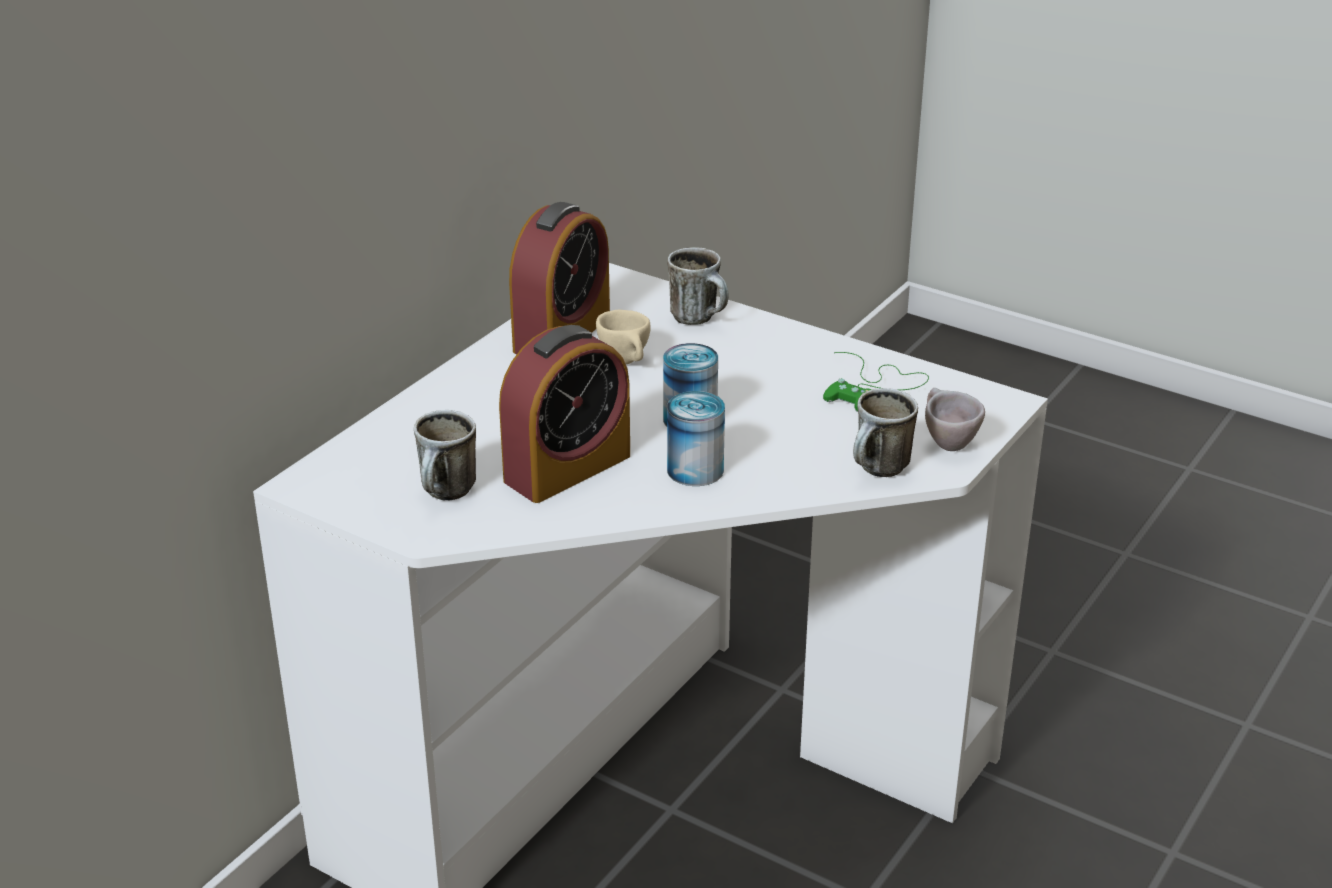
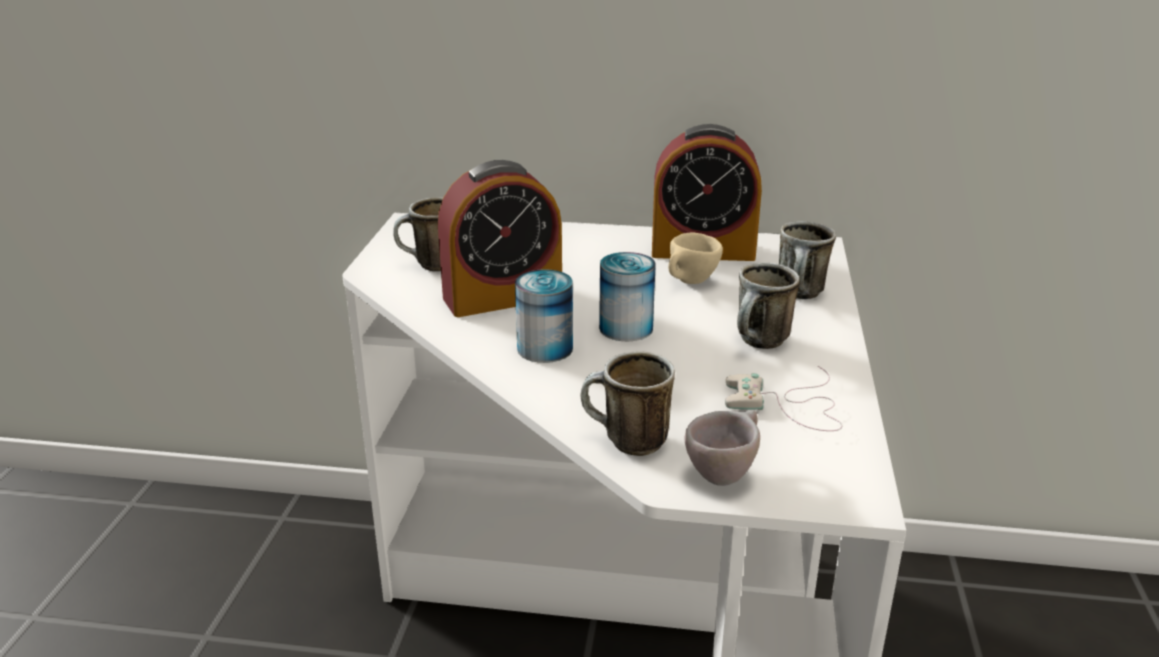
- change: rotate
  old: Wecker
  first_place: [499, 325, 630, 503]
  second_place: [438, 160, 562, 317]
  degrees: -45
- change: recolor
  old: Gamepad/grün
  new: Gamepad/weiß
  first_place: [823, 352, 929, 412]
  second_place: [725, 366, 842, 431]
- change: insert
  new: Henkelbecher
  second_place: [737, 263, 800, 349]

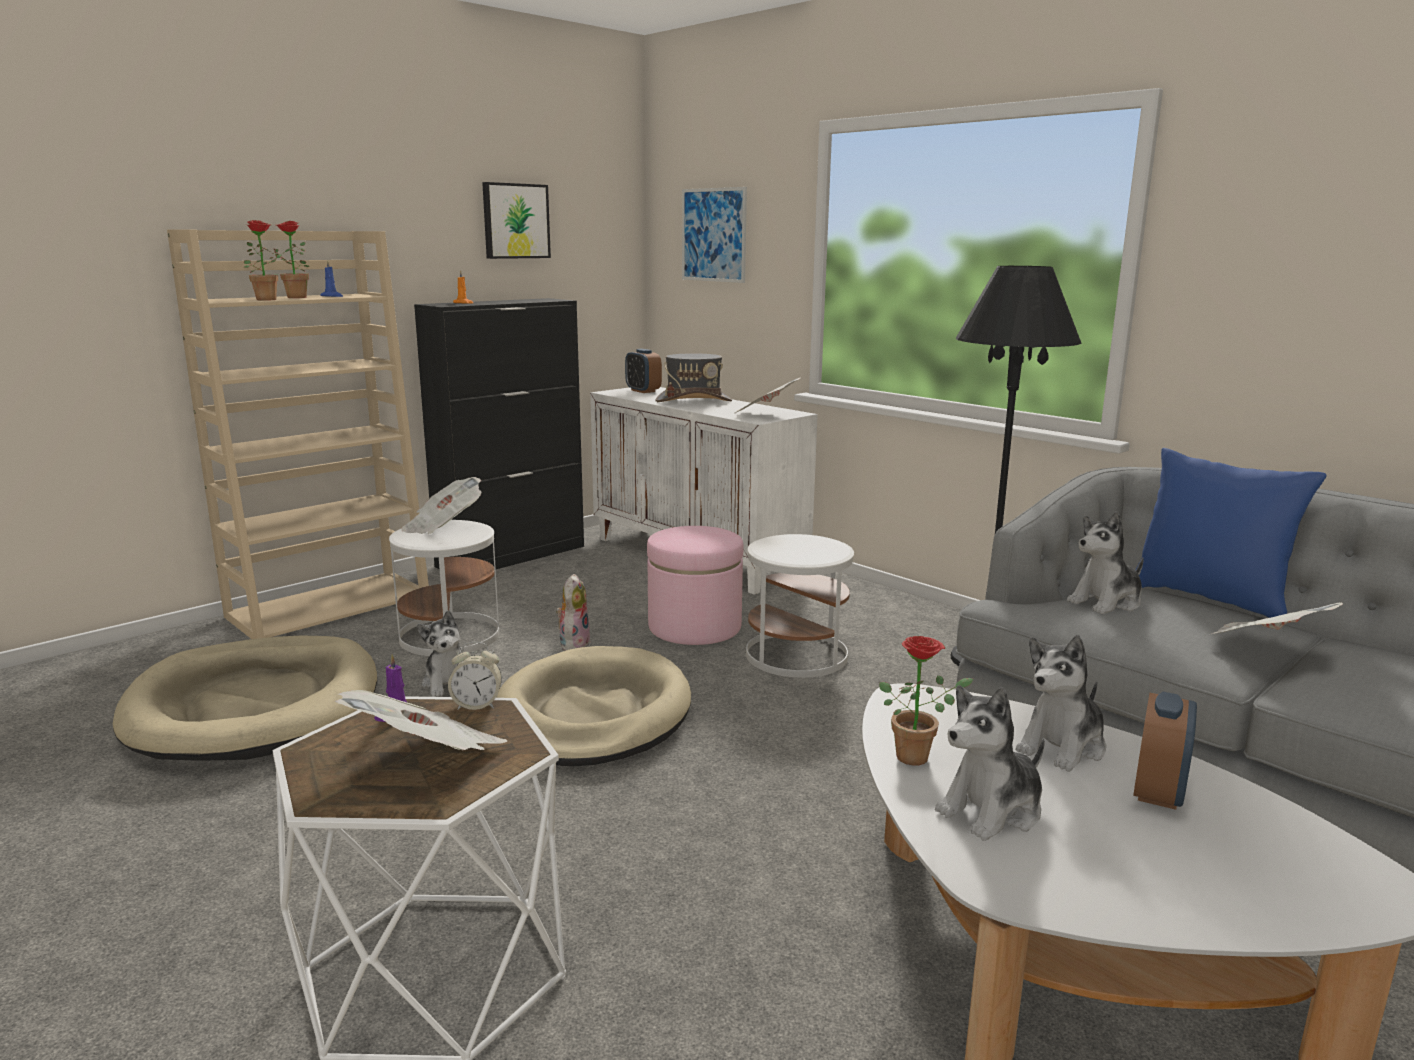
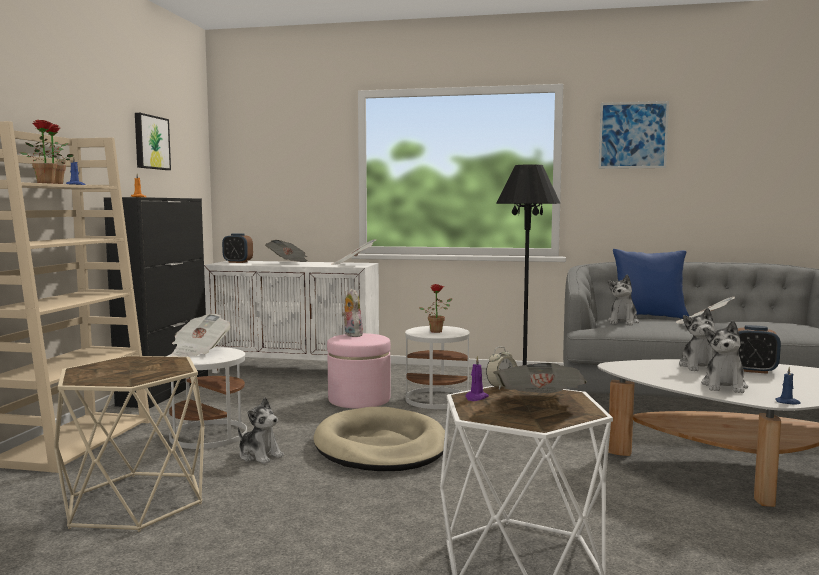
- change: replace
  old: Hundebett/beige
  new: Beistelltisch/beige
  first_place: [113, 635, 377, 761]
  second_place: [54, 356, 204, 532]
- change: replace
  old: Hut/grau
  new: Zeitung
  first_place: [655, 353, 732, 402]
  second_place: [265, 240, 308, 262]
- change: move
  old: Plüschtier
  first_place: [556, 574, 591, 651]
  second_place: [342, 289, 363, 337]
- change: move
  old: Topfpflanze
  first_place: [879, 636, 973, 765]
  second_place: [419, 284, 452, 333]
- change: move
  old: Bild
  first_place: [682, 187, 747, 283]
  second_place: [598, 101, 669, 169]
- change: rotate
  old: Wecker
  first_place: [1133, 692, 1197, 810]
  second_place: [738, 325, 781, 374]
  degrees: 120
- change: insert
  new: Kerze/blau
  second_place: [775, 366, 801, 404]

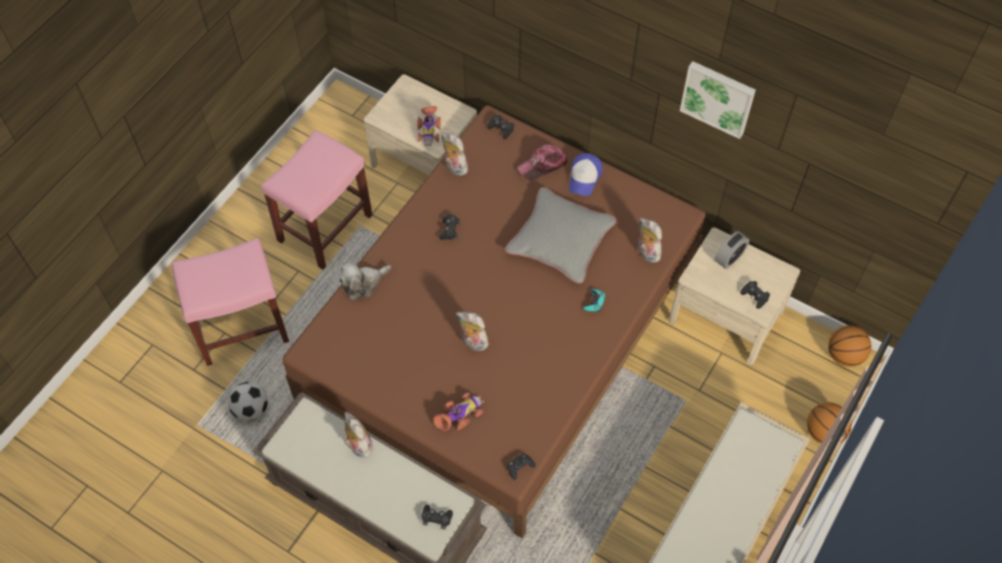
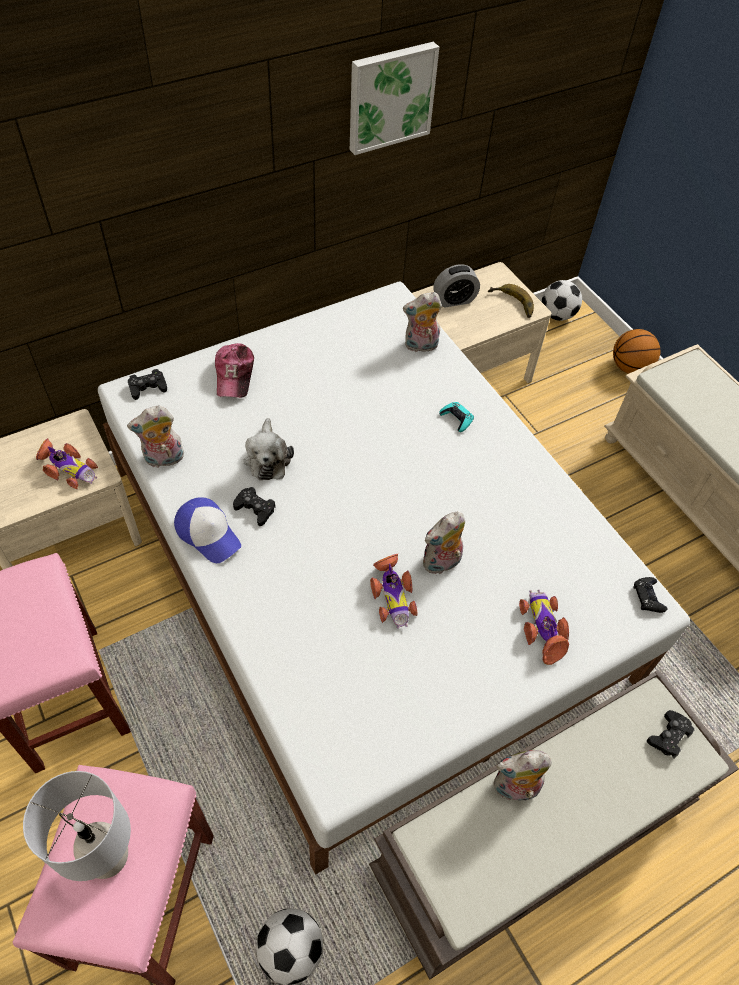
- change: insert
  new: Tischlampe/grau
  second_place: [23, 771, 131, 881]
- change: recolor
  old: Bett/braun
  new: Bett/weiß
  first_place: [283, 105, 706, 538]
  second_place: [98, 282, 690, 875]
- change: move
  old: Kappe
  first_place: [569, 153, 603, 196]
  second_place: [174, 497, 241, 563]
- change: move
  old: Plüschtier
  first_place: [339, 262, 391, 300]
  second_place: [243, 418, 294, 480]
- change: insert
  new: Spielzeugauto
  second_place: [370, 554, 417, 629]
- change: rotate
  old: Wecker
  first_place: [715, 231, 750, 269]
  second_place: [433, 264, 480, 308]
  degrees: 90
- change: replace
  old: Gamepad/schwarz
  new: Banane
  first_place: [740, 281, 770, 309]
  second_place: [488, 284, 534, 318]
- change: replace
  old: Basketball
  new: Fußball
  first_place: [828, 325, 871, 367]
  second_place: [542, 280, 582, 321]
- change: delete
  old: Kissen/grau
  first_place: [505, 187, 617, 284]

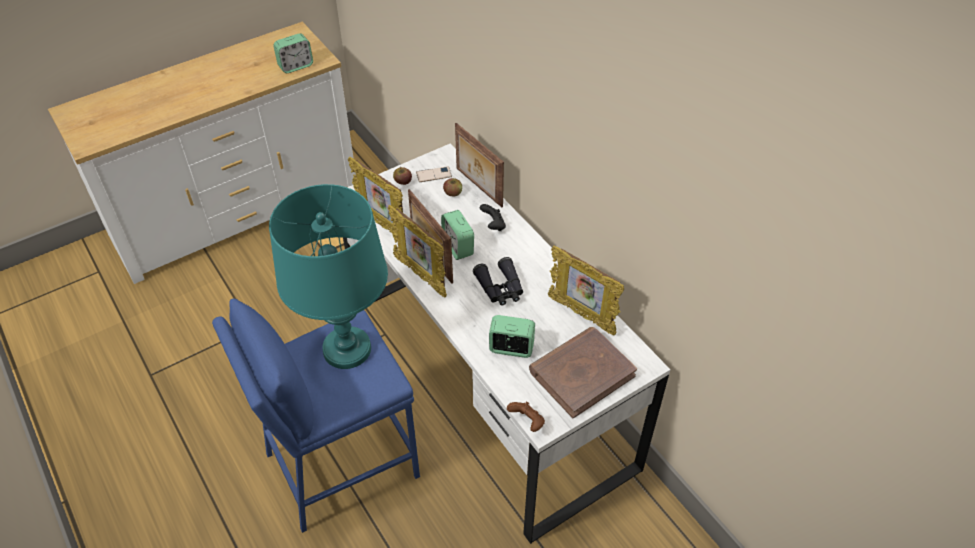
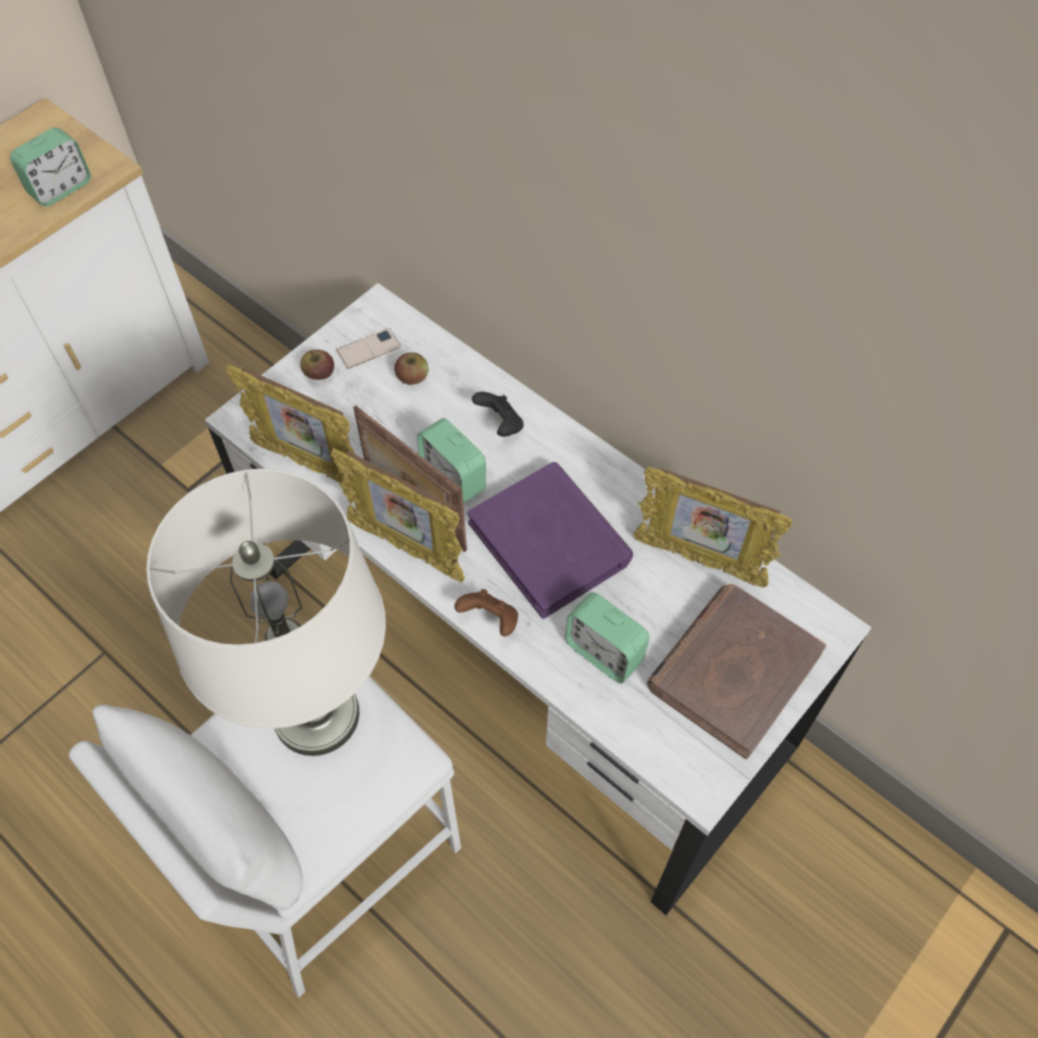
- change: recolor
  old: Hocker/blau
  new: Hocker/weiß
  first_place: [212, 299, 420, 533]
  second_place: [69, 676, 461, 998]
- change: recolor
  old: Tischlampe/türkis
  new: Tischlampe/weiß
  first_place: [269, 184, 388, 369]
  second_place: [146, 469, 386, 756]
- change: move
  old: Gamepad/braun
  first_place: [507, 402, 545, 432]
  second_place: [454, 589, 518, 636]
- change: replace
  old: Fernglas/schwarz
  new: Buch/lila
  first_place: [473, 257, 523, 306]
  second_place: [468, 462, 633, 619]
- change: rotate
  old: Wecker
  first_place: [489, 315, 535, 358]
  second_place: [565, 592, 649, 683]
  degrees: -135
- change: delete
  old: Bilderrahmen
  first_place: [455, 123, 504, 207]

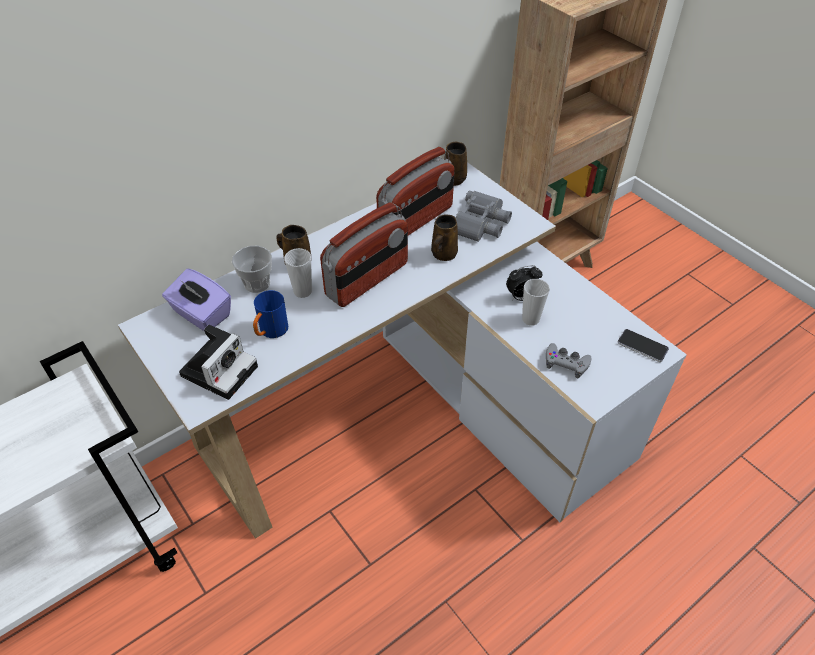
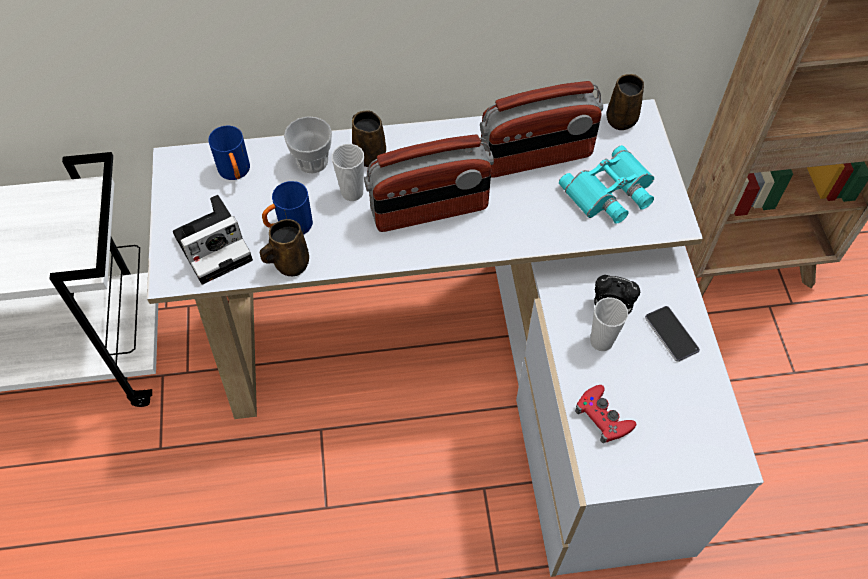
- change: replace
  old: Taschentuchbox/lila
  new: Henkelbecher/blau
  first_place: [162, 269, 231, 331]
  second_place: [208, 126, 250, 180]
- change: move
  old: Henkelbecher/braun
  first_place: [431, 214, 458, 261]
  second_place: [260, 219, 309, 277]
- change: recolor
  old: Fernglas/grau
  new: Fernglas/türkis
  first_place: [456, 191, 512, 242]
  second_place: [559, 145, 654, 224]
- change: recolor
  old: Gamepad/grau
  new: Gamepad/rot
  first_place: [546, 343, 591, 378]
  second_place: [575, 385, 636, 443]
- change: move
  old: Handy
  first_place: [617, 329, 669, 362]
  second_place: [645, 306, 700, 362]

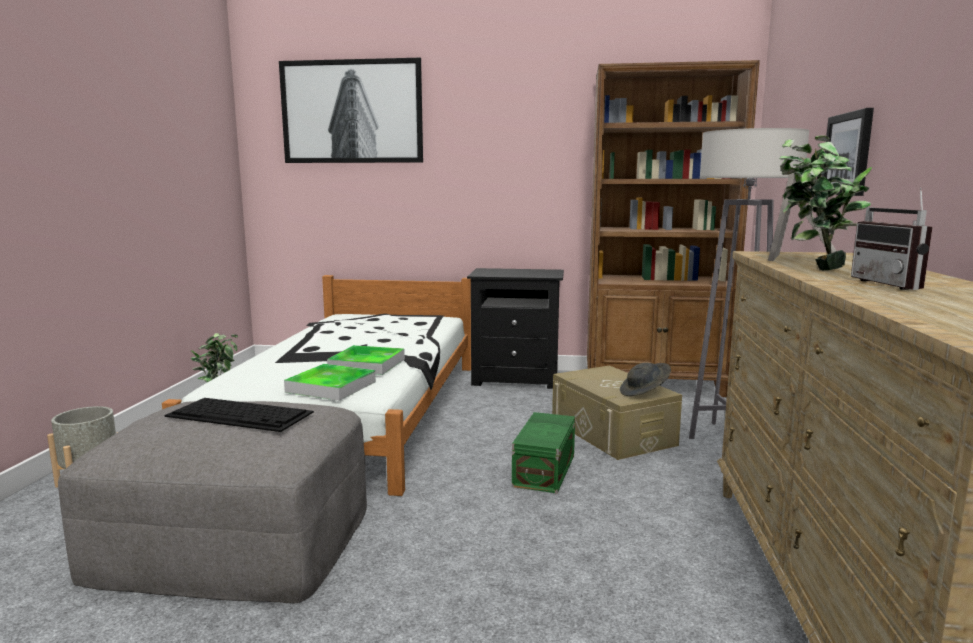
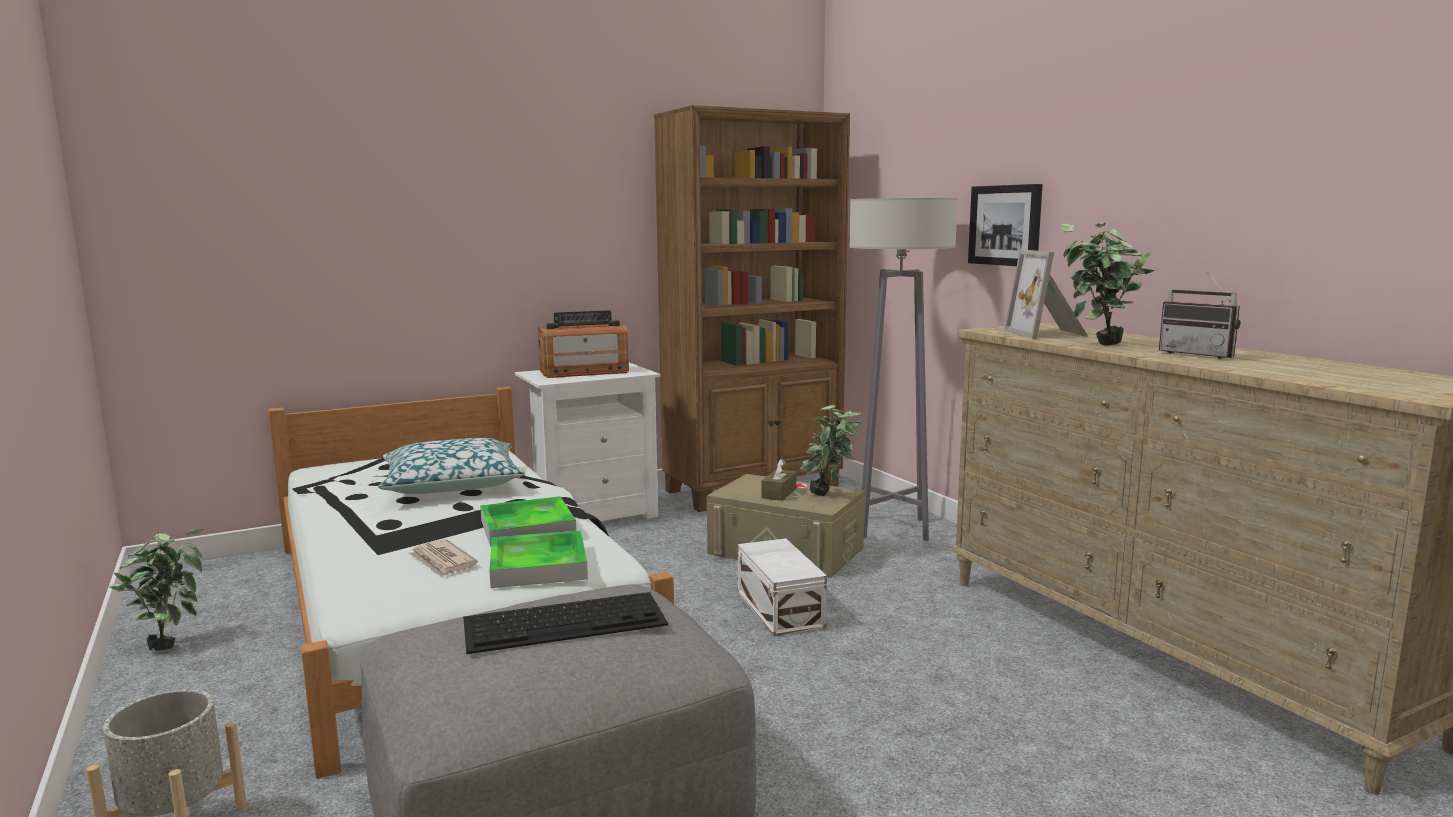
- change: insert
  new: Kissen
  second_place: [378, 438, 525, 494]
- change: insert
  new: Zeitung
  second_place: [408, 539, 478, 578]
- change: recolor
  old: Nachttisch/schwarz
  new: Nachttisch/weiß
  first_place: [467, 268, 564, 389]
  second_place: [515, 362, 661, 521]
- change: insert
  new: Radio
  second_place: [538, 310, 629, 378]
- change: recolor
  old: Aufbewahrungsbox/grün
  new: Aufbewahrungsbox/weiß
  first_place: [512, 412, 575, 493]
  second_place: [738, 538, 827, 636]
- change: insert
  new: Taschentuchbox/braun
  second_place: [761, 459, 797, 501]
- change: replace
  old: Hut/grau
  new: Topfpflanze
  first_place: [620, 363, 671, 396]
  second_place: [800, 405, 862, 496]
- change: delete
  old: Bild
  first_place: [279, 58, 423, 163]

